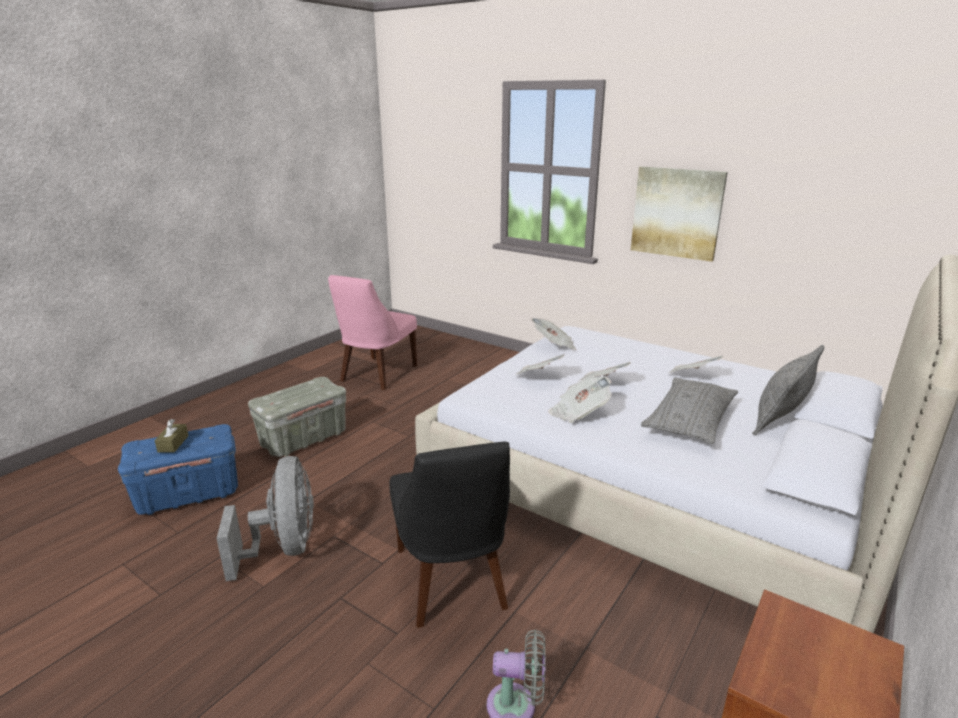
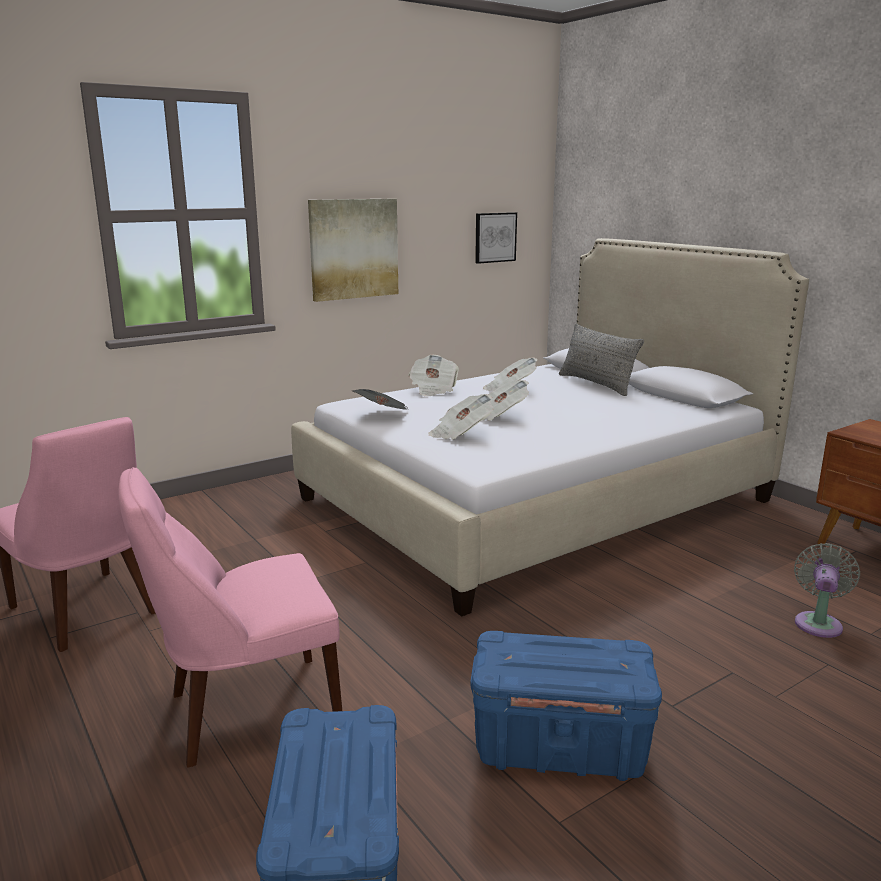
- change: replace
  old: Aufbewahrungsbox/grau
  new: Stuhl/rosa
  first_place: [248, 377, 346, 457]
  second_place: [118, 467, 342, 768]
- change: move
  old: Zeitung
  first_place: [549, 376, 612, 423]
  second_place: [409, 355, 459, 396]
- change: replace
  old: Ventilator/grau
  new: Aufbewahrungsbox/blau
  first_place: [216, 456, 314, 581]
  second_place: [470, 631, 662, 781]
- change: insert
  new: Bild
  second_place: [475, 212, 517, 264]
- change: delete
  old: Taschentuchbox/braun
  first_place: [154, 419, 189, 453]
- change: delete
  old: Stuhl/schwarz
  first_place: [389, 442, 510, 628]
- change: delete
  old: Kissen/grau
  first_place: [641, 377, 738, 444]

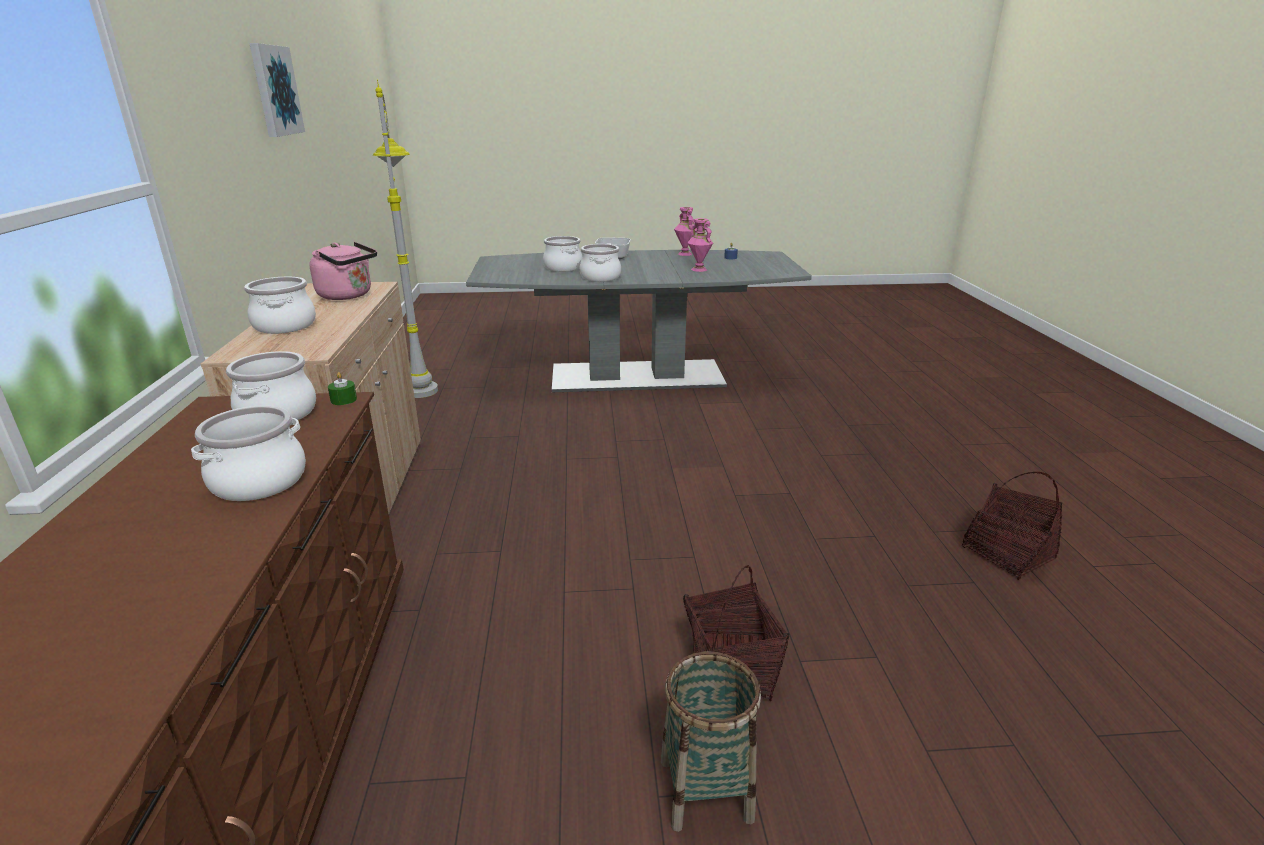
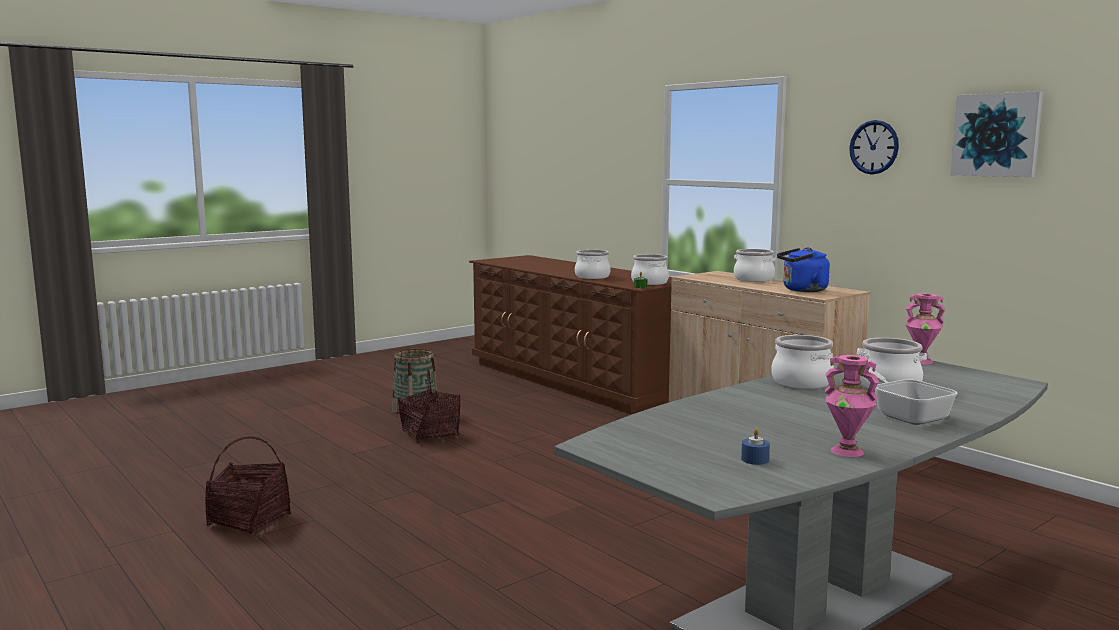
- change: recolor
  old: Wasserkessel/rosa
  new: Wasserkessel/blau
  first_place: [309, 242, 377, 300]
  second_place: [777, 247, 830, 292]
- change: insert
  new: Wanduhr
  second_place: [849, 120, 899, 174]
- change: move
  old: Vase/rosa
  first_place: [688, 218, 713, 272]
  second_place: [905, 293, 945, 364]
- change: delete
  old: Stehlampe/grau
  first_place: [373, 79, 438, 398]

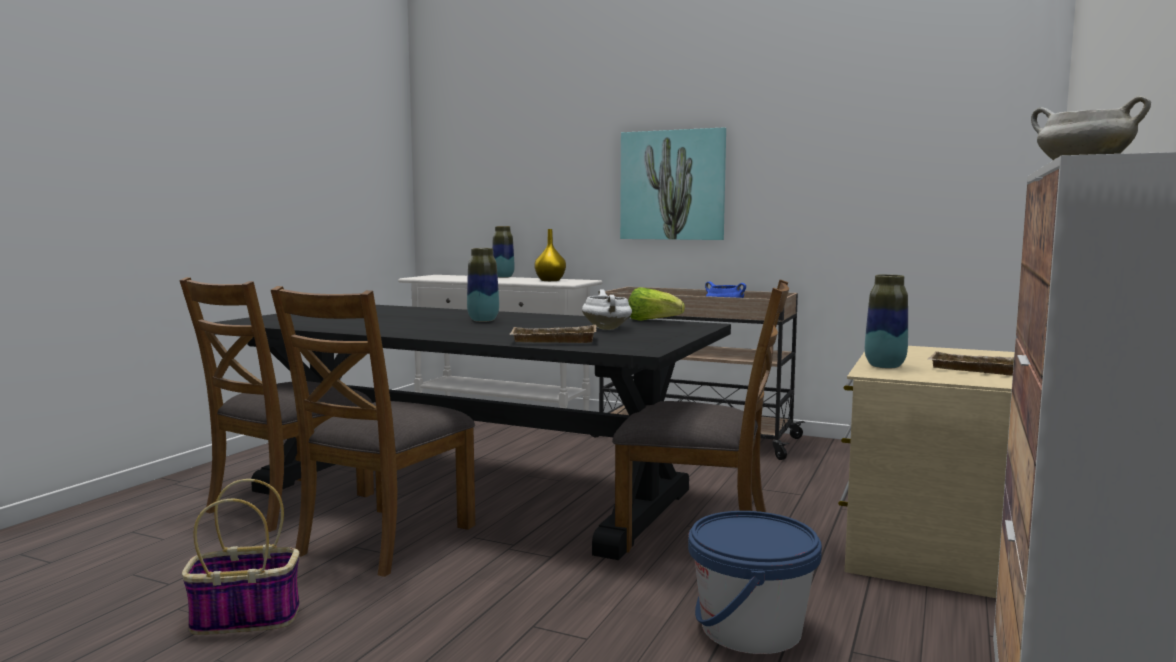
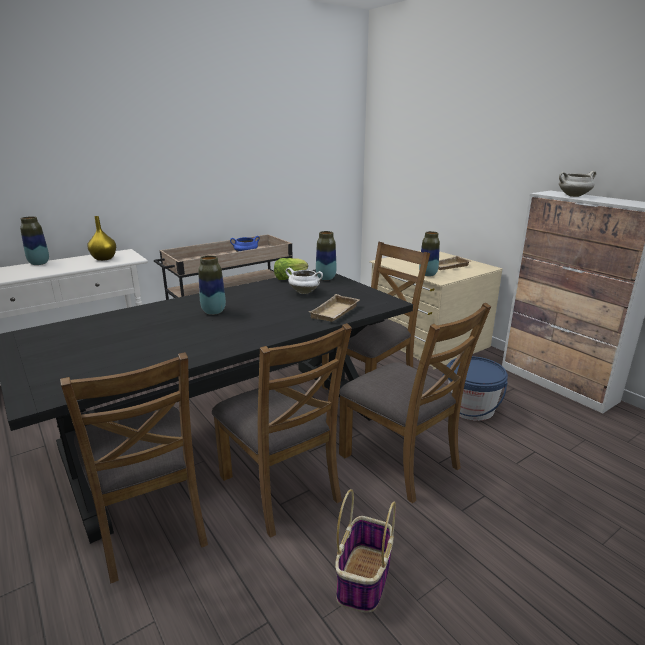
- change: insert
  new: Vase
  second_place: [316, 231, 337, 280]
- change: insert
  new: Stuhl/braun
  second_place: [339, 303, 491, 503]
- change: delete
  old: Bild
  first_place: [620, 127, 726, 240]

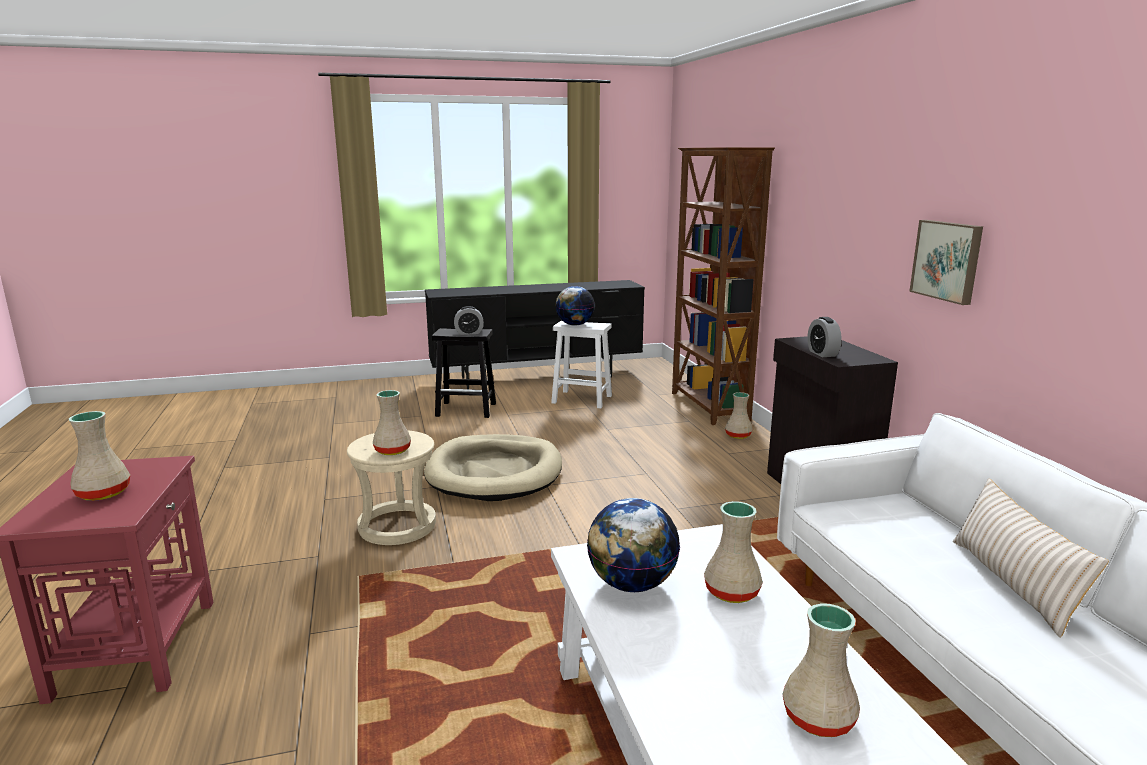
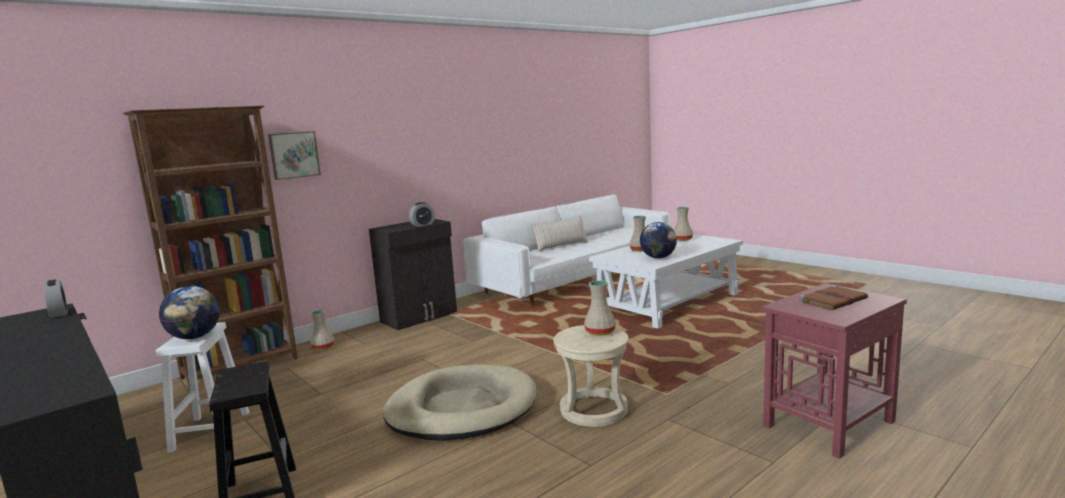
- change: move
  old: Wecker
  first_place: [454, 306, 484, 335]
  second_place: [43, 279, 68, 318]
- change: move
  old: Bild
  first_place: [909, 220, 983, 305]
  second_place: [268, 131, 321, 180]
- change: replace
  old: Vase/beige
  new: Buch/braun
  first_place: [69, 411, 130, 501]
  second_place: [799, 285, 868, 310]

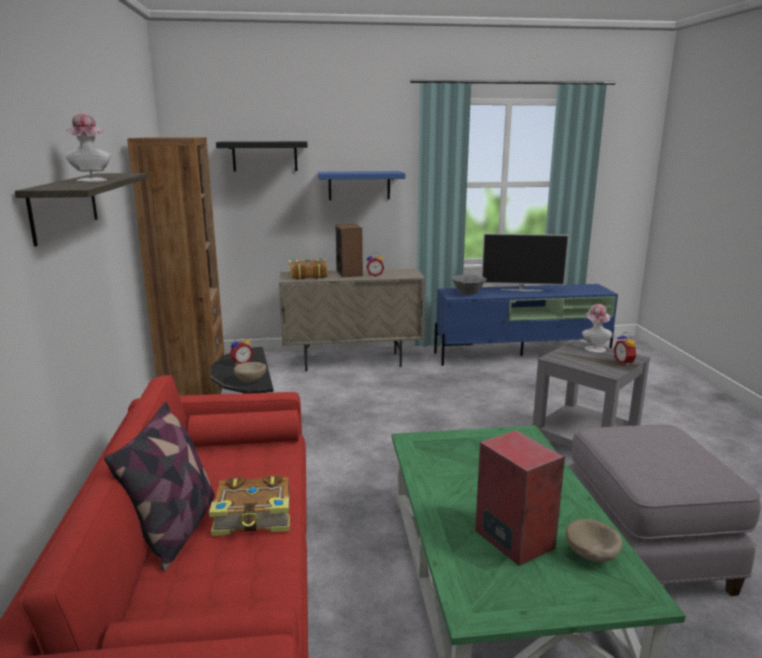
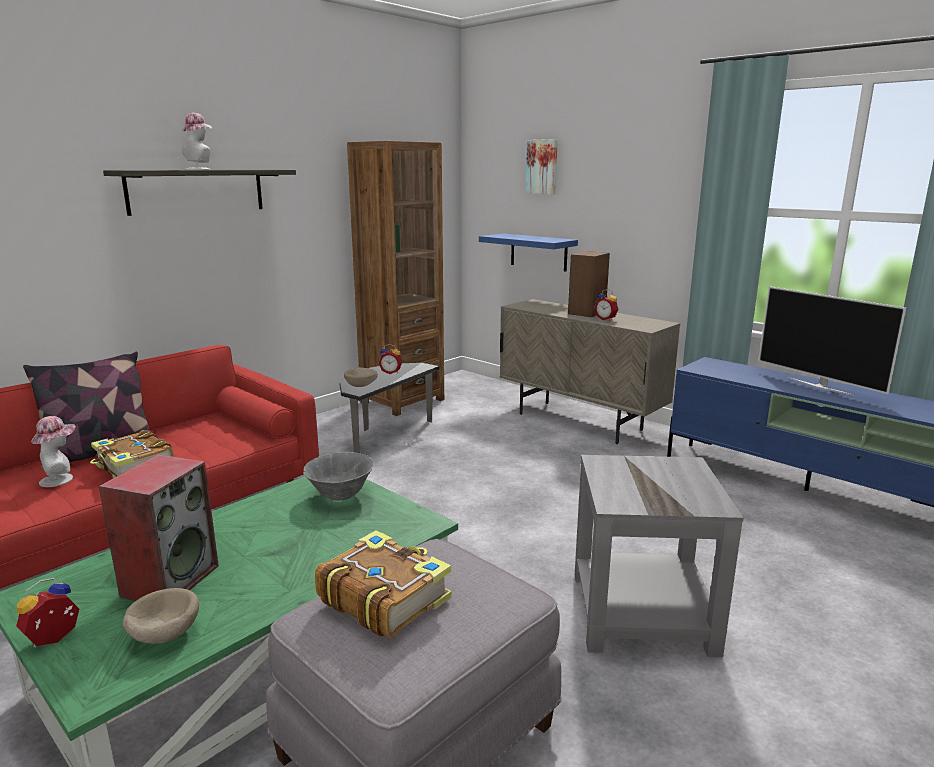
- change: move
  old: Wecker
  first_place: [614, 332, 637, 366]
  second_place: [16, 578, 79, 648]
- change: move
  old: Hut
  first_place: [582, 304, 612, 353]
  second_place: [31, 416, 76, 487]
- change: move
  old: Schüssel/grau
  first_place: [451, 274, 487, 295]
  second_place: [303, 452, 374, 501]
- change: move
  old: Buch
  first_place: [288, 259, 328, 280]
  second_place: [315, 530, 452, 638]
- change: move
  old: Wandregal/blau
  first_place: [318, 171, 406, 200]
  second_place: [479, 234, 578, 272]
- change: replace
  old: Wandregal/schwarz
  new: Bild
  first_place: [216, 141, 308, 171]
  second_place: [526, 139, 558, 194]

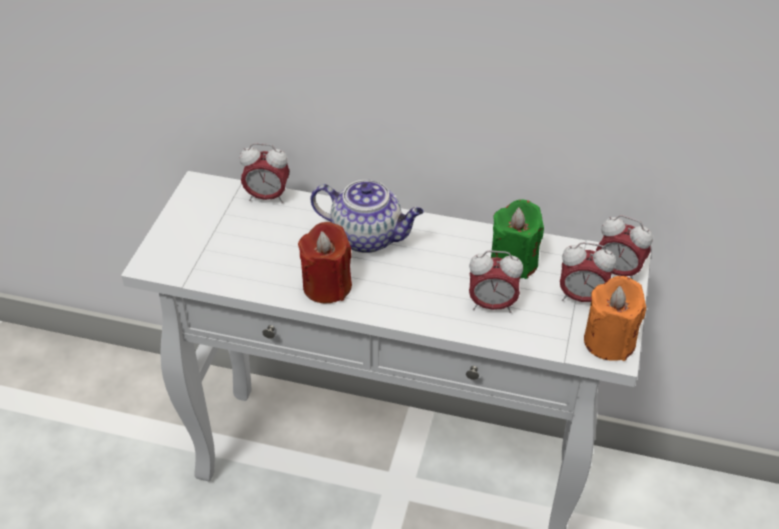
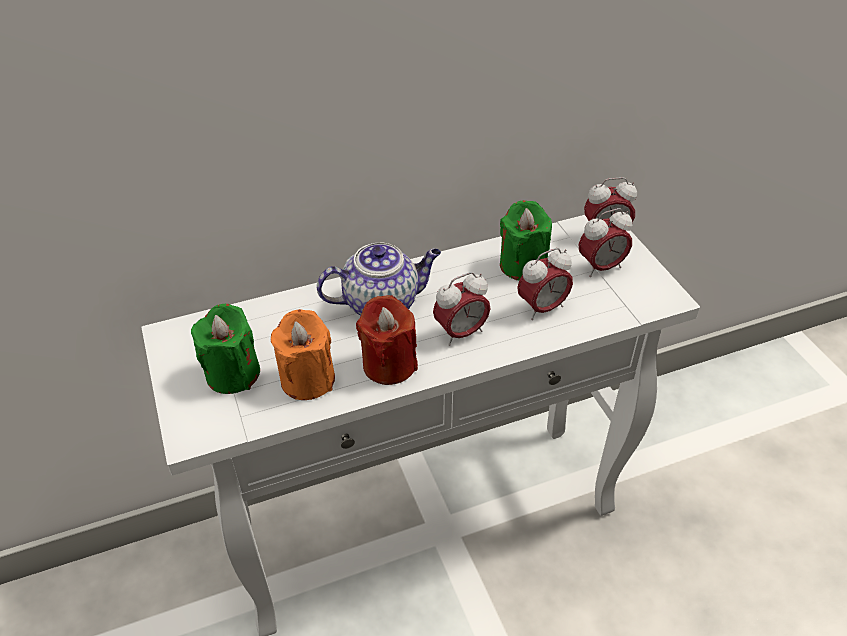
- change: insert
  new: Kerze/grün
  second_place: [191, 304, 260, 394]
- change: move
  old: Kerze/orange
  first_place: [584, 276, 646, 361]
  second_place: [271, 309, 335, 400]
- change: move
  old: Wecker
  first_place: [240, 143, 289, 203]
  second_place: [433, 272, 491, 346]

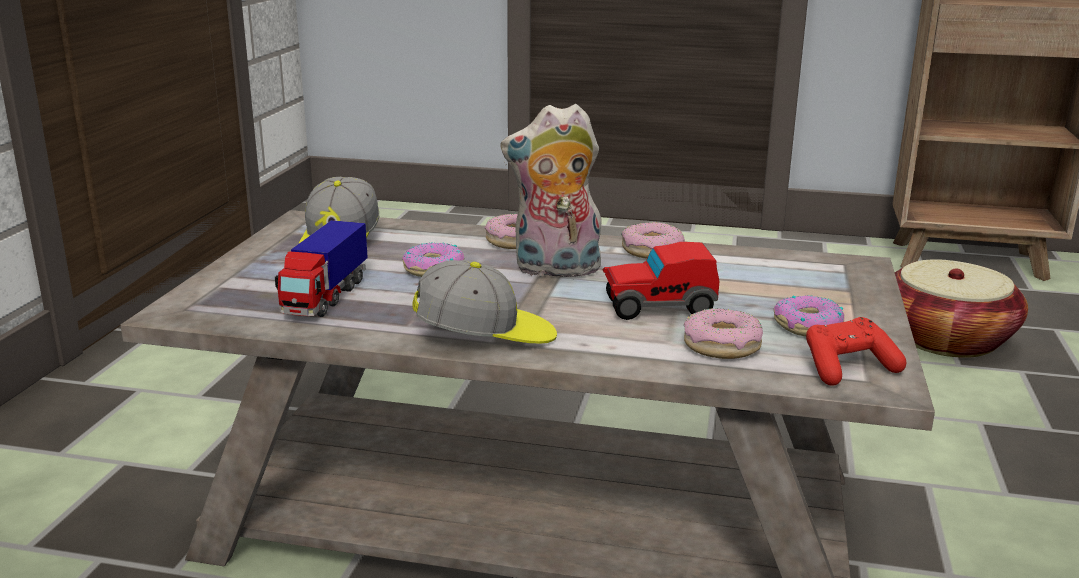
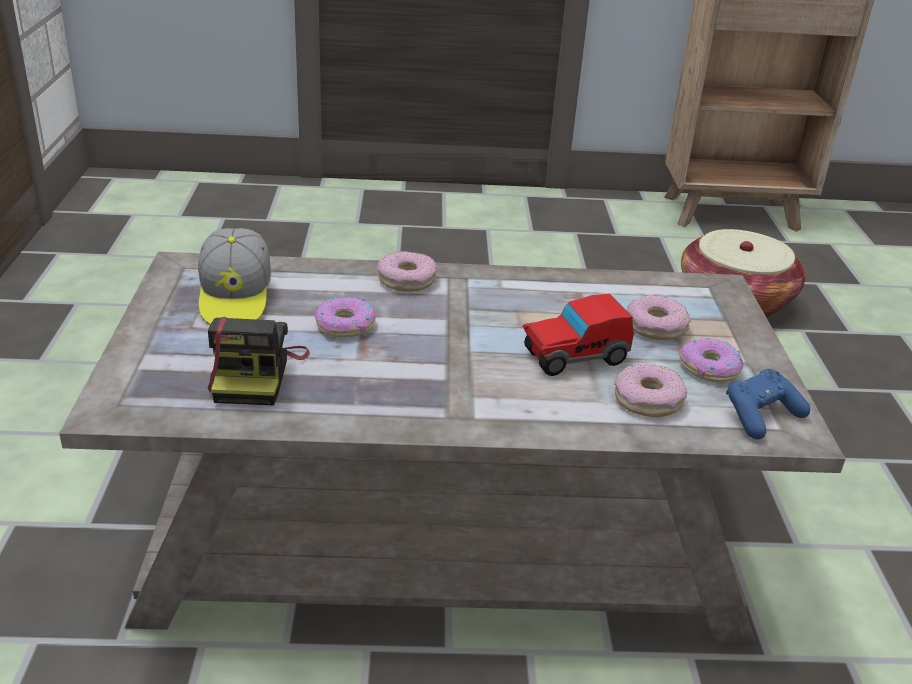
- change: replace
  old: Spielzeuglaster
  new: Kamera
  first_place: [275, 220, 368, 317]
  second_place: [208, 317, 310, 405]
- change: move
  old: Donut
  first_place: [621, 222, 685, 259]
  second_place: [626, 295, 691, 340]
- change: recolor
  old: Gamepad/rot
  new: Gamepad/blau
  first_place: [806, 317, 906, 386]
  second_place: [726, 369, 810, 439]
- change: delete
  old: Kappe
  first_place: [412, 260, 557, 344]
- change: delete
  old: Plüschtier
  first_place: [500, 104, 602, 277]

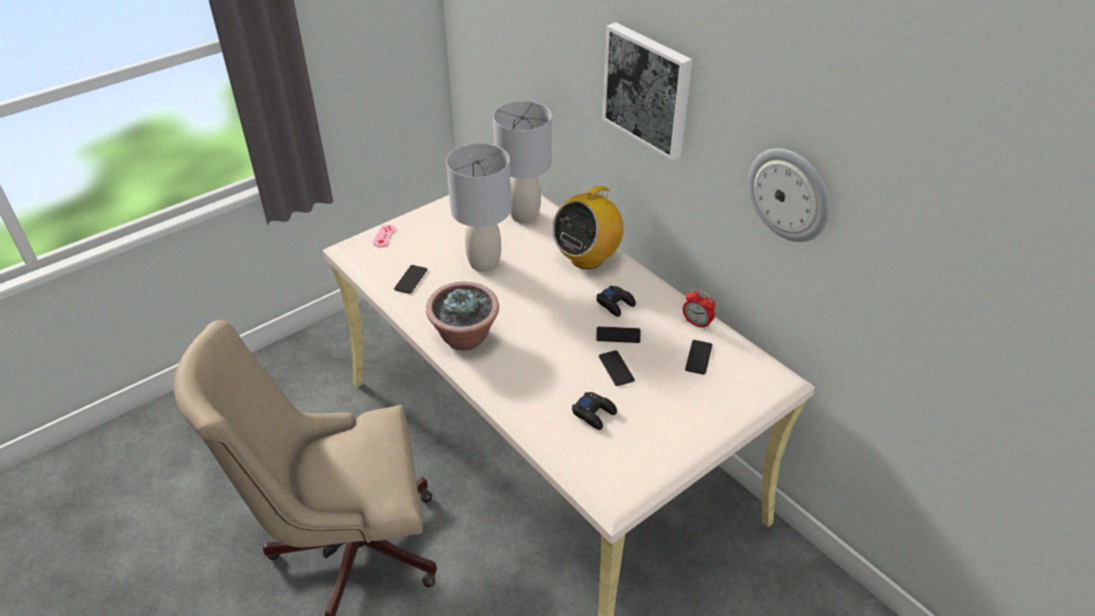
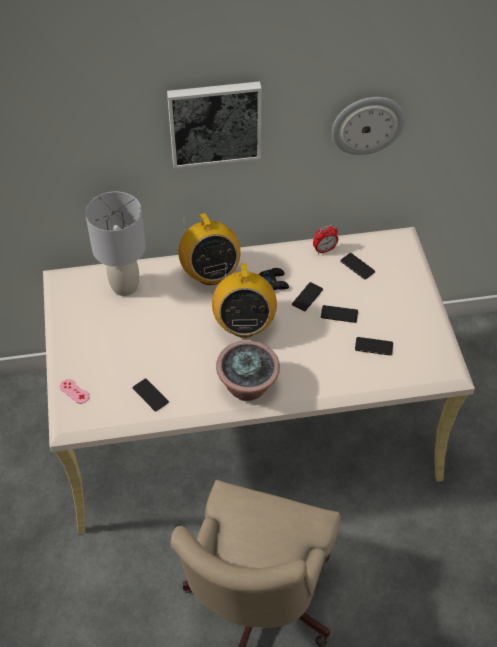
- change: insert
  new: Radio
  second_place: [212, 263, 277, 338]
- change: replace
  old: Gamepad/schwarz
  new: Handy
  first_place: [572, 392, 617, 430]
  second_place: [355, 337, 393, 356]
- change: delete
  old: Tischlampe/grau
  first_place: [446, 143, 511, 272]

